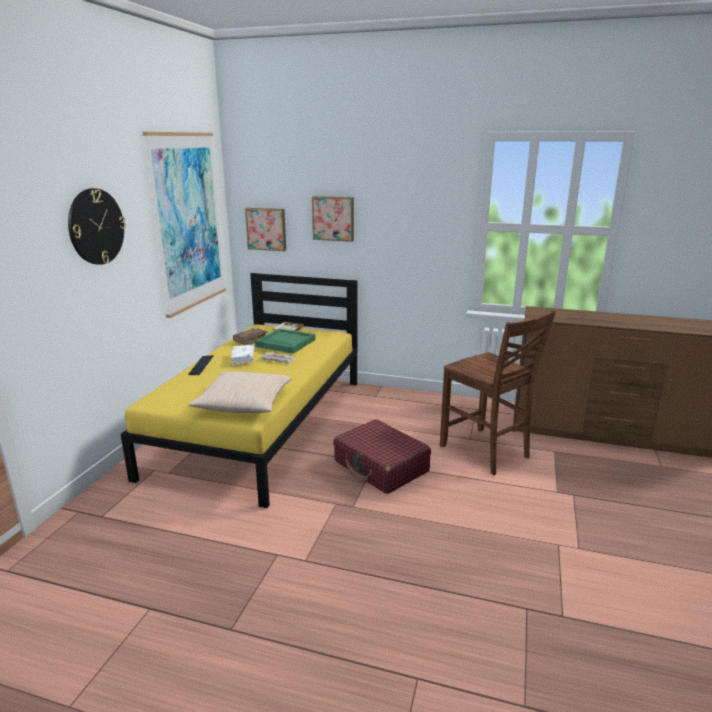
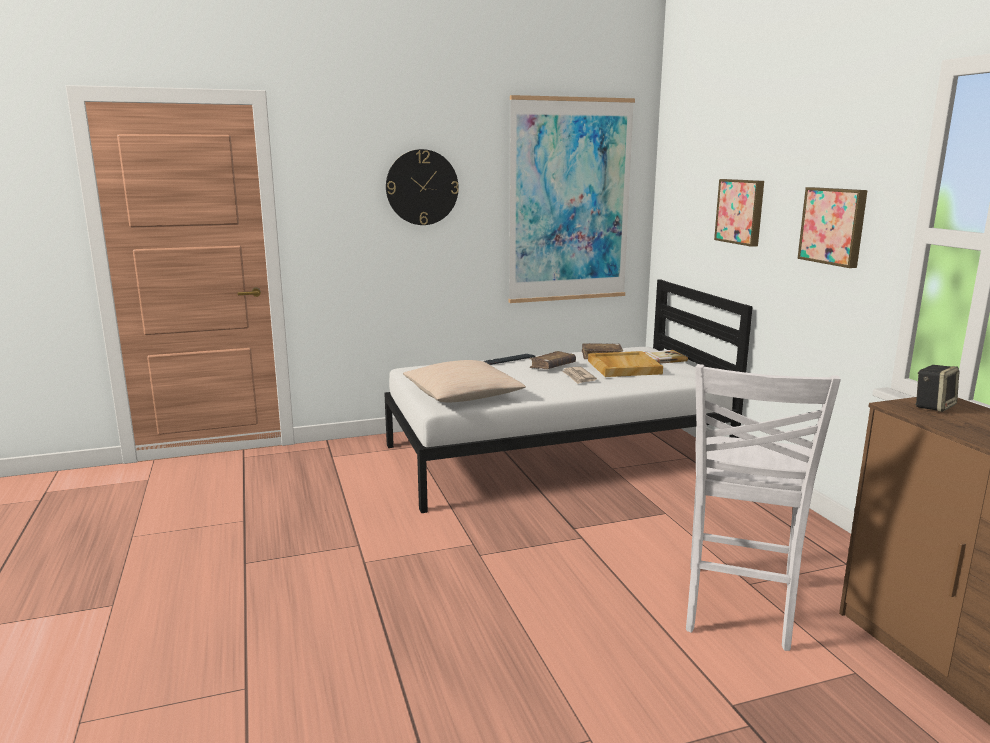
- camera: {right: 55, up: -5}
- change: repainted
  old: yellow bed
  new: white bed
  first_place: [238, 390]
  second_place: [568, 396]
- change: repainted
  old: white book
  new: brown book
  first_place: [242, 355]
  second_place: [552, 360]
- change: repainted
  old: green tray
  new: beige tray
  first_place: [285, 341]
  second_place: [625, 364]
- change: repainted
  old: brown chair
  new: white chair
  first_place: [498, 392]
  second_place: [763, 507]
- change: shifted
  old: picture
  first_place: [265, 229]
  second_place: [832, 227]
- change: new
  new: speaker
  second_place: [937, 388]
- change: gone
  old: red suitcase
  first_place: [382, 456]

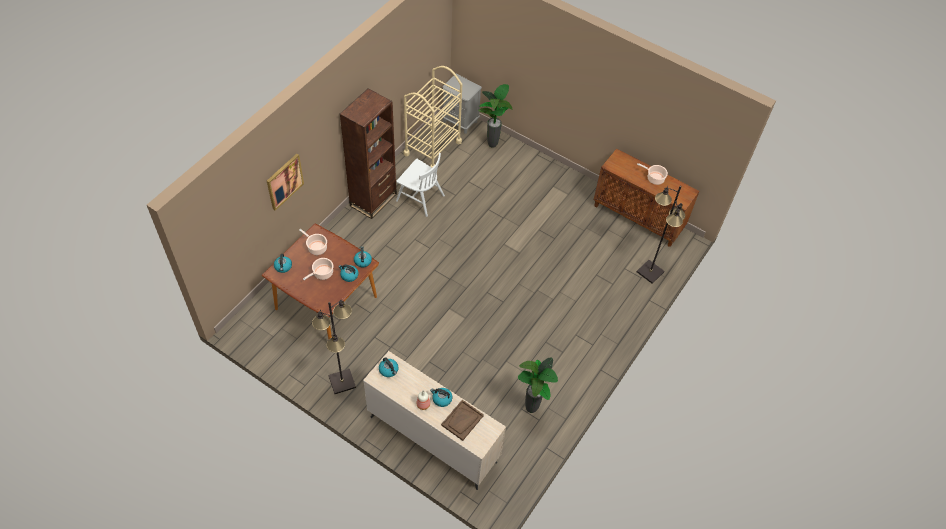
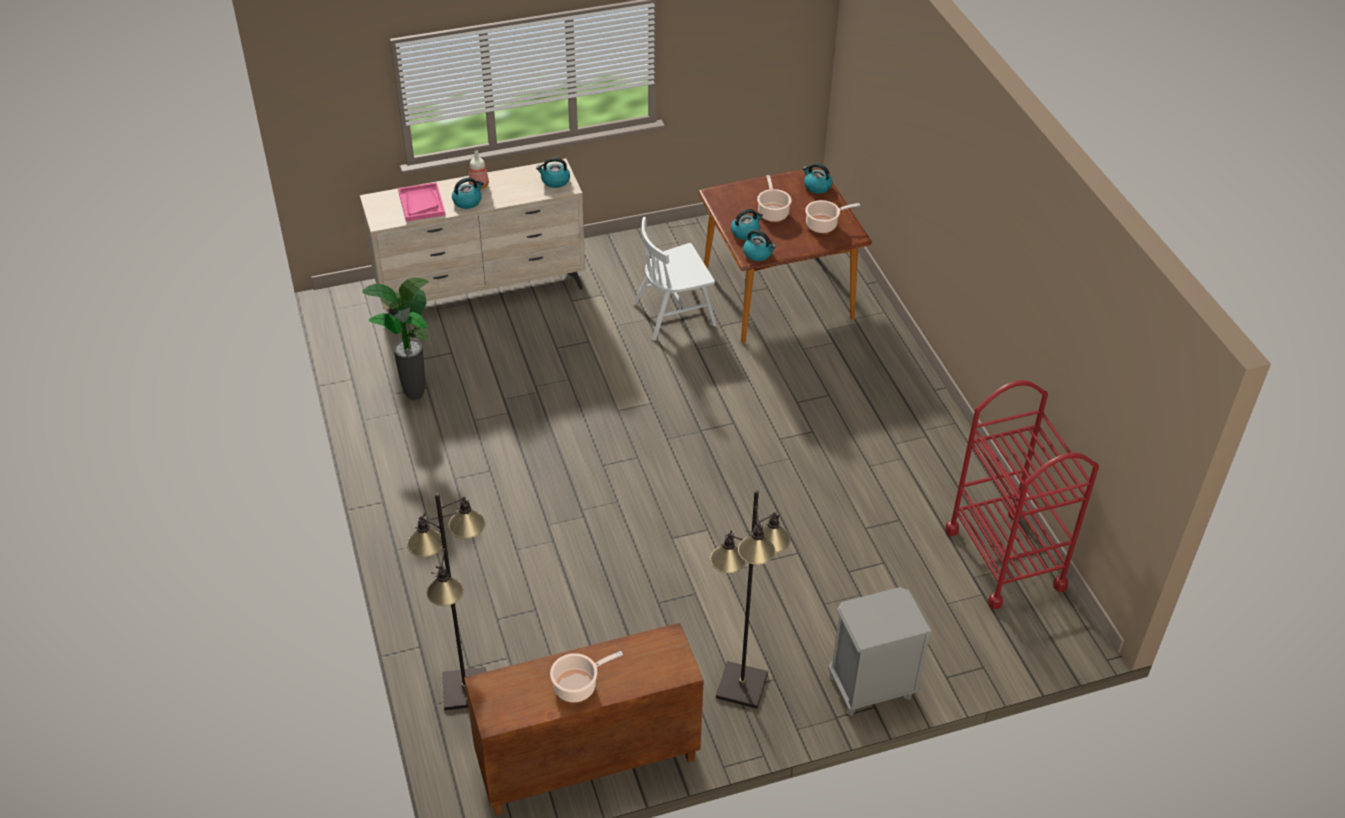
- camera: {right: 130, up: -10}
- change: repainted
  old: brown tray
  new: pink tray
  first_place: [462, 420]
  second_place: [421, 202]
- change: shifted
  old: white chair
  first_place: [420, 185]
  second_place: [674, 278]
- change: shifted
  old: black floor lamp
  first_place: [334, 347]
  second_place: [750, 599]
- change: shifted
  old: grey nightstand
  first_place: [462, 104]
  second_place: [880, 651]
- change: repainted
  old: beige cart
  new: red cart
  first_place: [432, 117]
  second_place: [1022, 494]
- change: gone
  old: picture
  first_place: [285, 182]
- change: gone
  old: brown bookcase
  first_place: [368, 153]
- change: gone
  old: potted plant
  first_place: [495, 116]

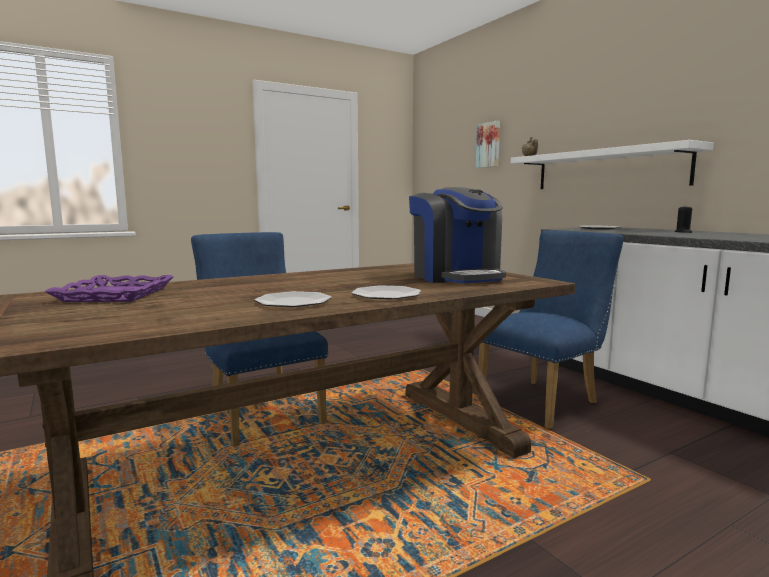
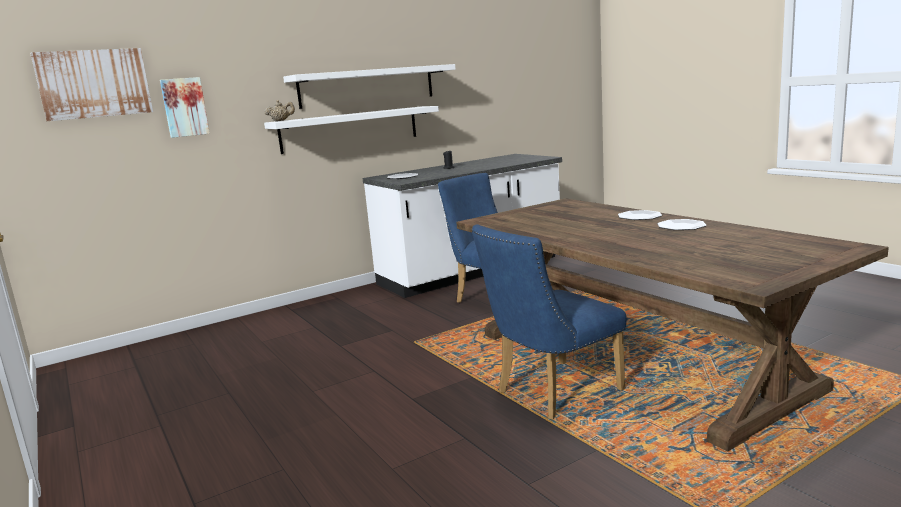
- camera: {right: -90, up: 5}
- change: new
  new: picture
  second_place: [91, 84]
- change: new
  new: white shelf
  second_place: [369, 86]
- change: gone
  old: purple tray
  first_place: [109, 288]
- change: gone
  old: coffee machine
  first_place: [457, 235]

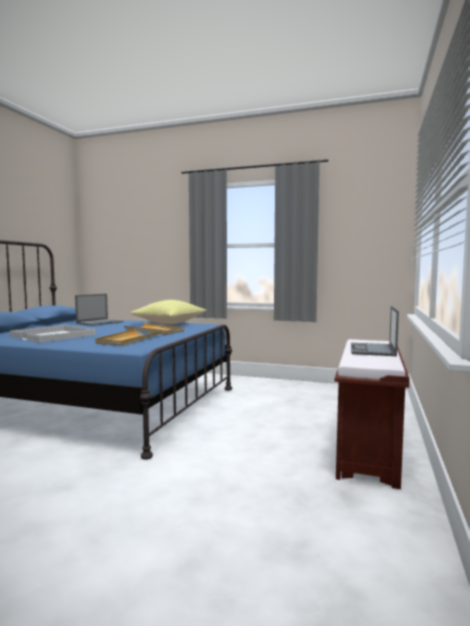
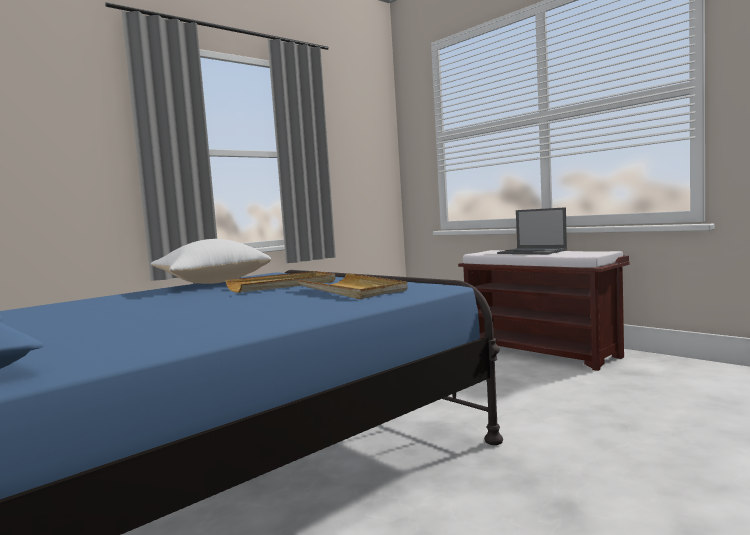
- camera: {right: -60, up: 0}
- change: repainted
  old: yellow pillow
  new: white pillow
  first_place: [168, 312]
  second_place: [211, 261]
- change: gone
  old: white tray
  first_place: [53, 334]
- change: gone
  old: laptop
  first_place: [99, 310]

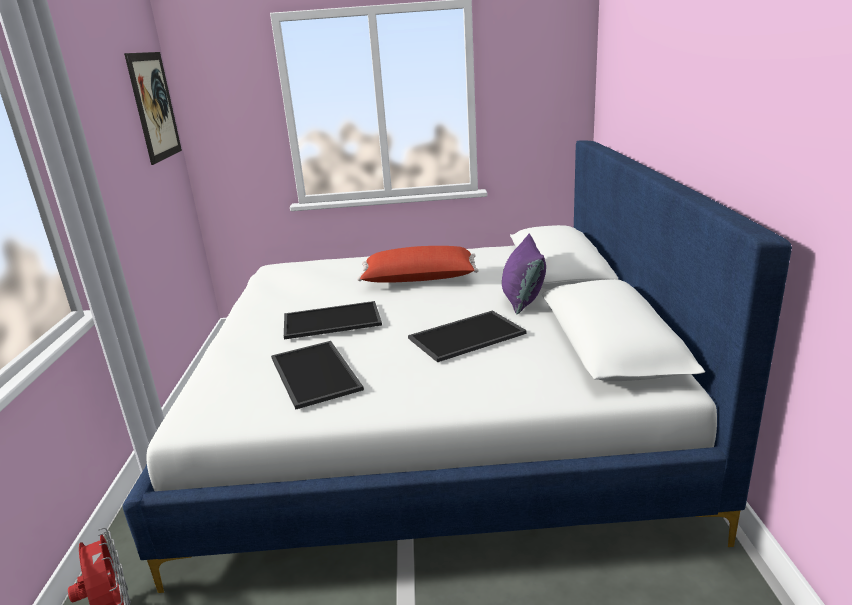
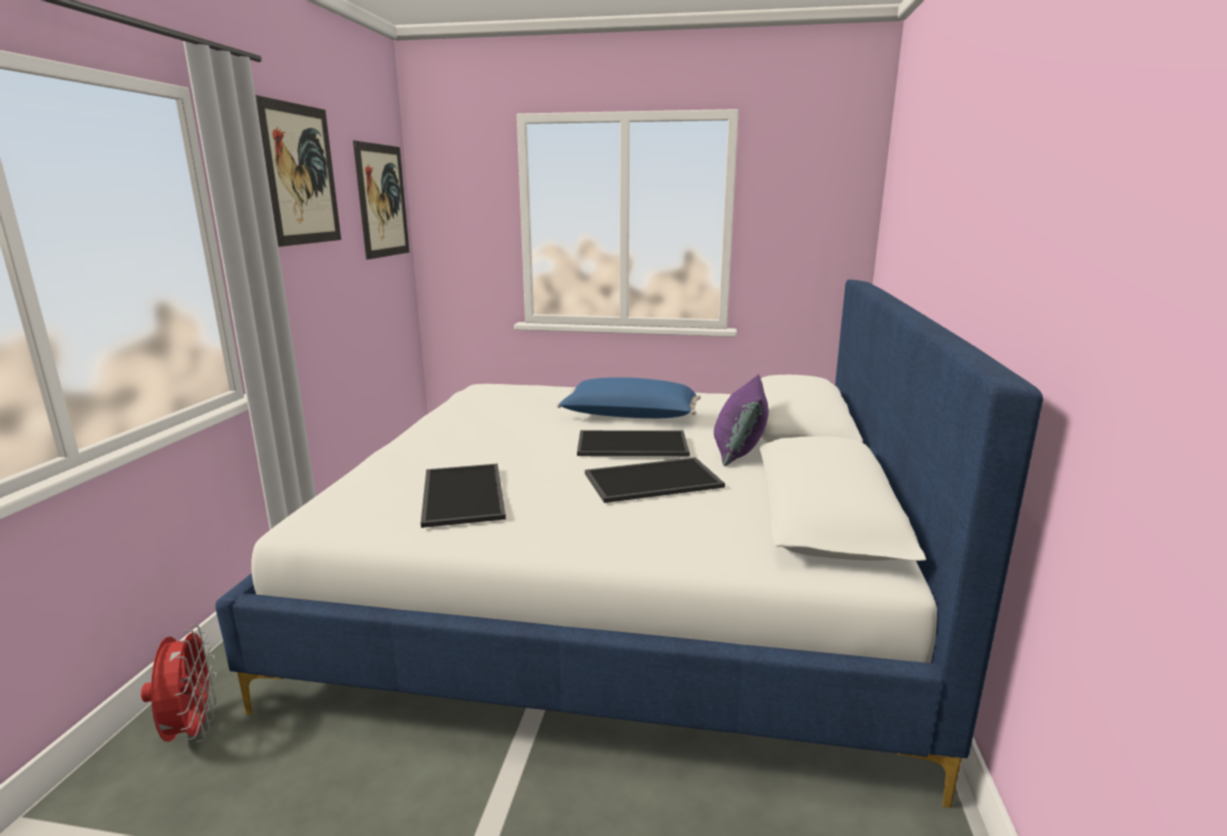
- camera: {right: 10, up: -5}
- change: new
  new: picture
  second_place: [298, 171]
- change: repainted
  old: red pillow
  new: blue pillow
  first_place: [418, 264]
  second_place: [628, 397]
- change: shifted
  old: tray
  first_place: [333, 320]
  second_place: [633, 443]

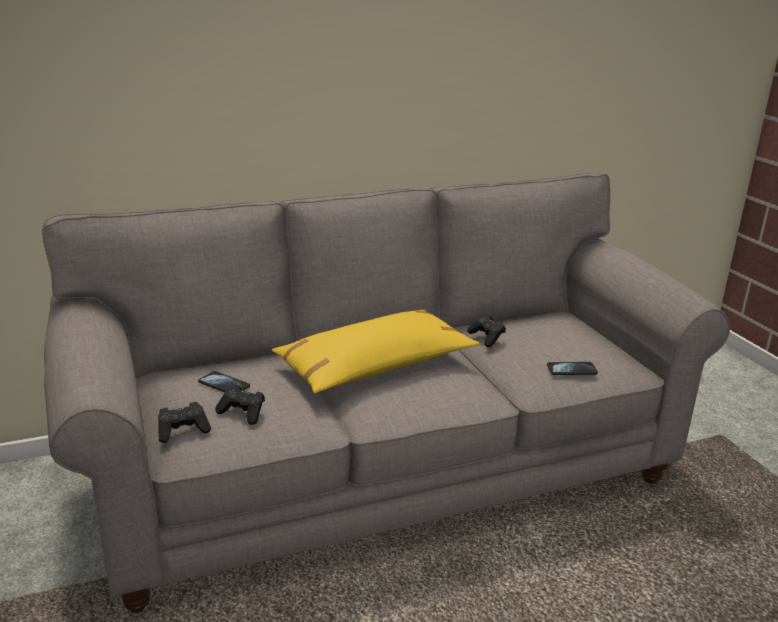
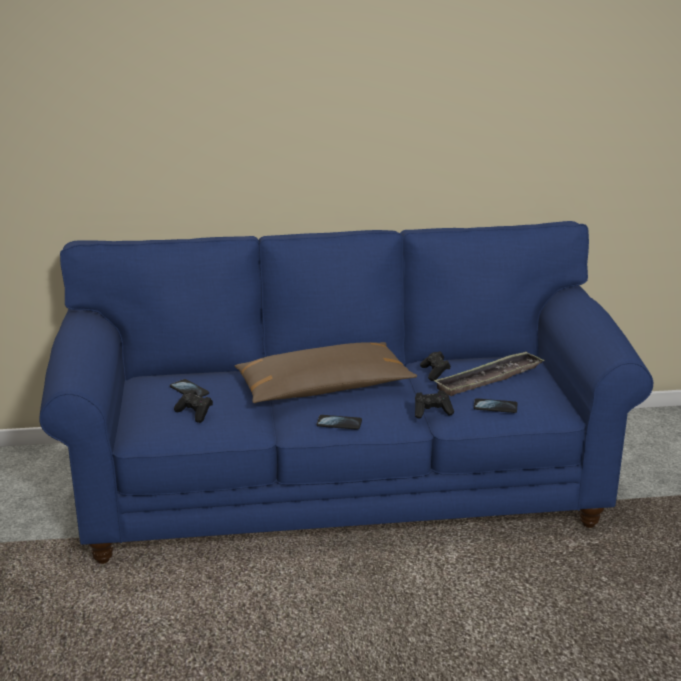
- camera: {right: 15, up: 0}
- change: repainted
  old: grey sofa
  new: blue sofa
  first_place: [386, 393]
  second_place: [346, 392]
- change: repainted
  old: yellow pillow
  new: brown pillow
  first_place: [376, 352]
  second_place: [326, 372]
- change: new
  new: phone
  second_place: [339, 422]
- change: shifted
  old: black game controller
  first_place: [184, 422]
  second_place: [434, 404]
- change: new
  new: tray
  second_place: [489, 373]

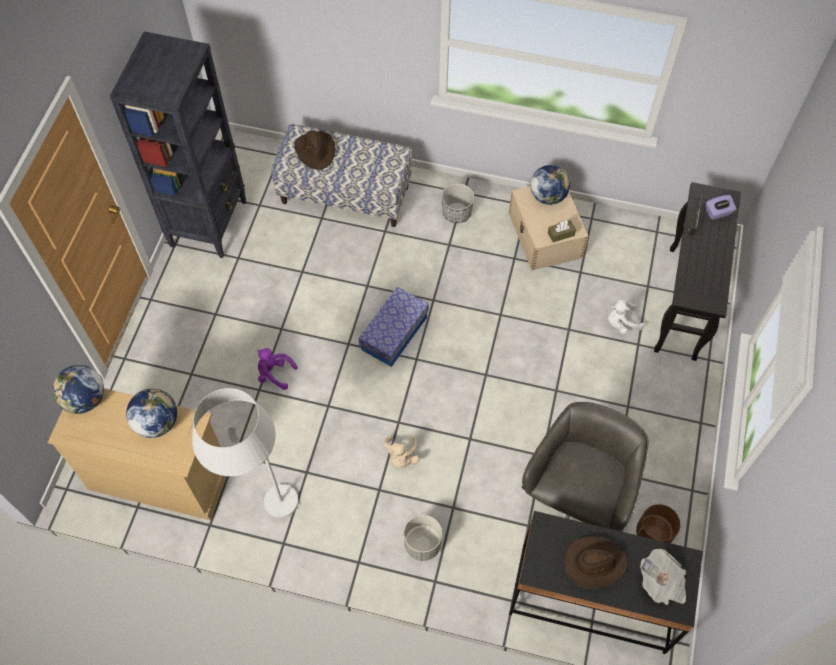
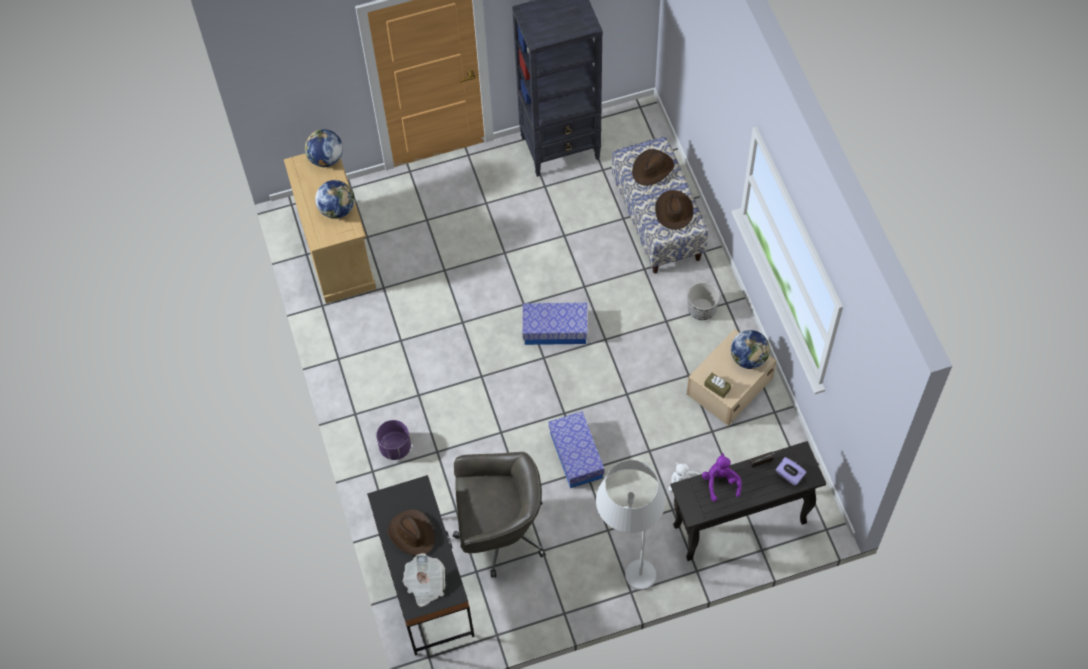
- camera: {right: 60, up: 0}
- change: repainted
  old: grey planter
  new: purple planter
  first_place: [423, 538]
  second_place: [393, 440]
- change: new
  new: storage box
  second_place: [576, 449]
- change: shifted
  old: white floor lamp
  first_place: [245, 453]
  second_place: [630, 525]
- change: new
  new: brown hat
  second_place: [674, 210]
- change: shifted
  old: purple plush toy
  first_place: [277, 369]
  second_place: [722, 477]
- change: gone
  old: beige plush toy
  first_place: [401, 451]
- change: gone
  old: brown planter
  first_place: [658, 523]

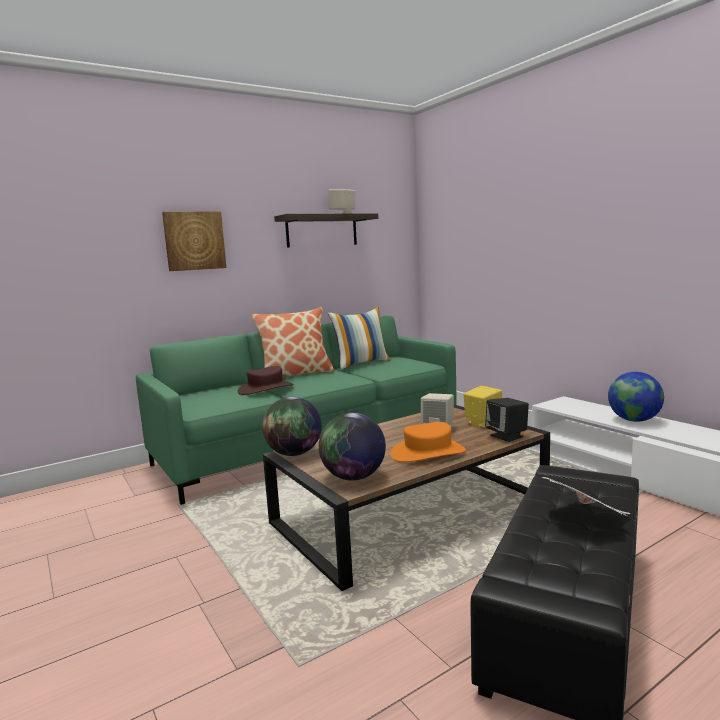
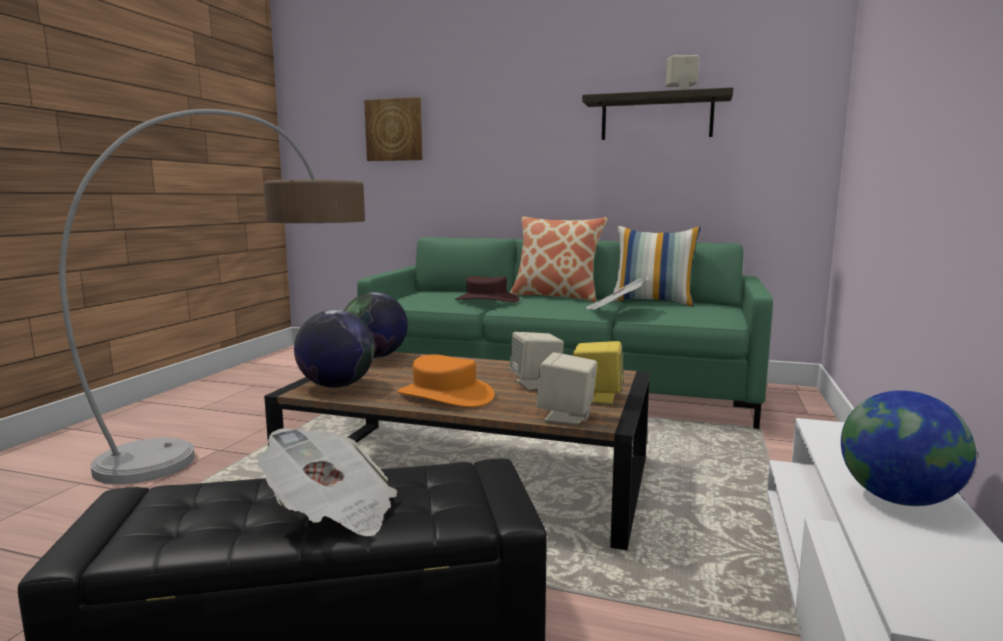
- camera: {right: 50, up: 0}
- change: new
  new: floor lamp
  second_place: [212, 296]
- change: shifted
  old: picture
  first_place: [194, 241]
  second_place: [393, 129]
- change: repainted
  old: black speaker
  new: beige speaker
  first_place: [507, 420]
  second_place: [566, 388]
- change: new
  new: newspaper
  second_place: [617, 293]

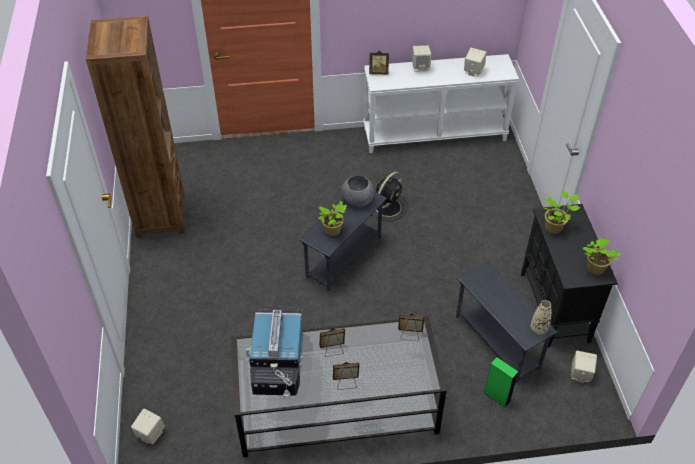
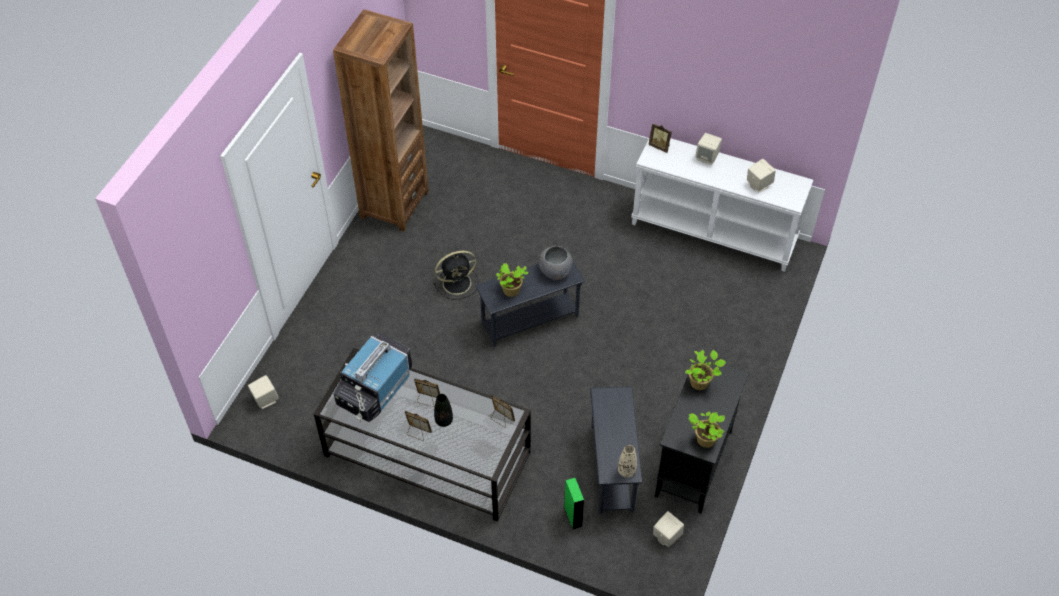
- camera: {right: 30, up: 5}
- change: shifted
  old: black fan
  first_place: [389, 196]
  second_place: [456, 275]
- change: new
  new: black vase
  second_place: [443, 410]

